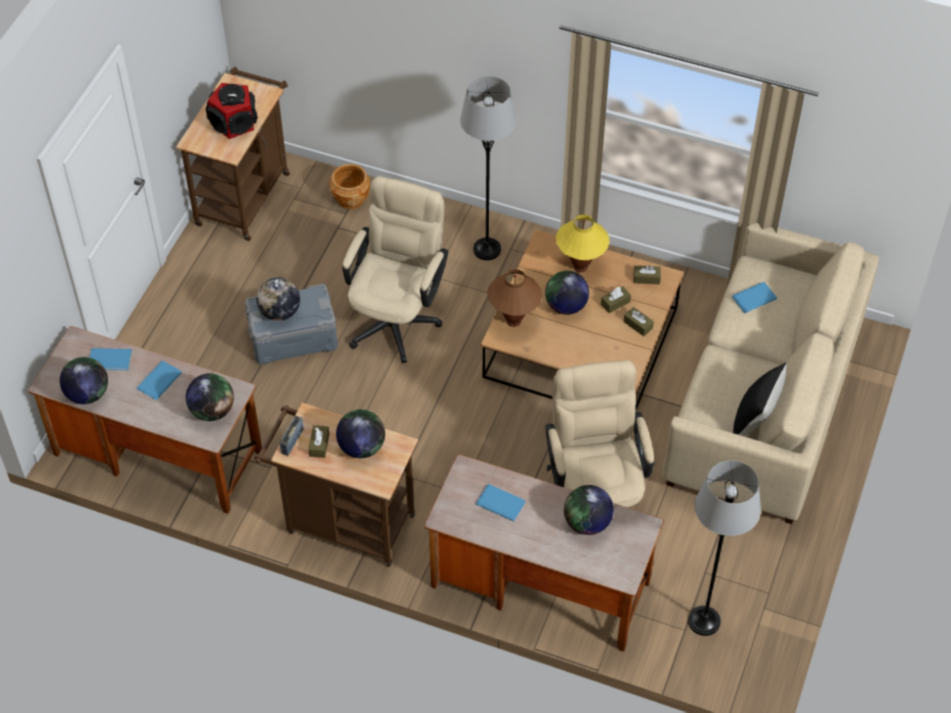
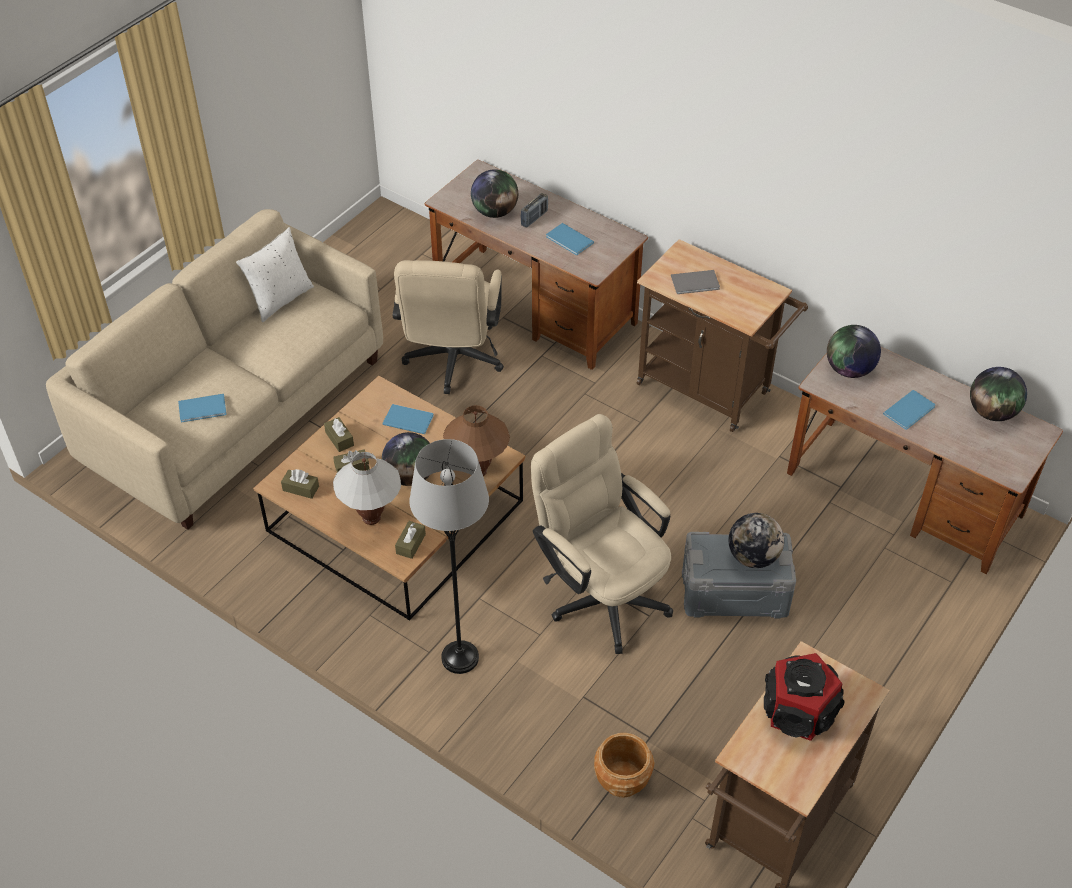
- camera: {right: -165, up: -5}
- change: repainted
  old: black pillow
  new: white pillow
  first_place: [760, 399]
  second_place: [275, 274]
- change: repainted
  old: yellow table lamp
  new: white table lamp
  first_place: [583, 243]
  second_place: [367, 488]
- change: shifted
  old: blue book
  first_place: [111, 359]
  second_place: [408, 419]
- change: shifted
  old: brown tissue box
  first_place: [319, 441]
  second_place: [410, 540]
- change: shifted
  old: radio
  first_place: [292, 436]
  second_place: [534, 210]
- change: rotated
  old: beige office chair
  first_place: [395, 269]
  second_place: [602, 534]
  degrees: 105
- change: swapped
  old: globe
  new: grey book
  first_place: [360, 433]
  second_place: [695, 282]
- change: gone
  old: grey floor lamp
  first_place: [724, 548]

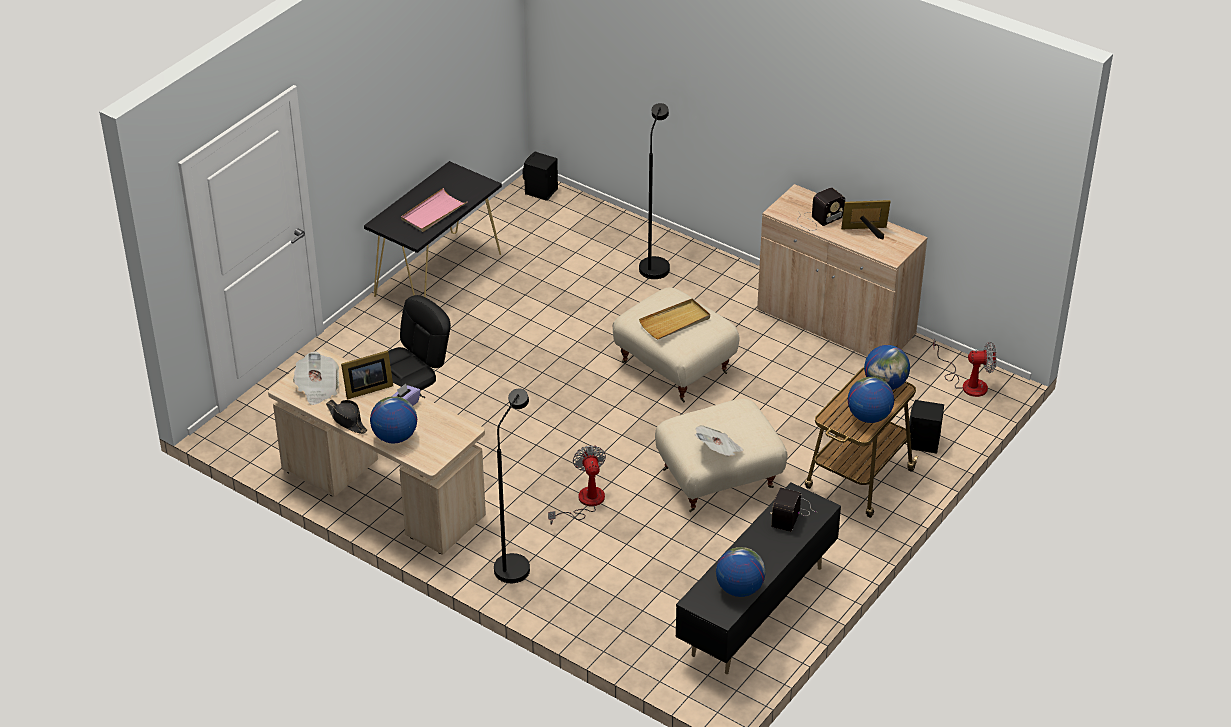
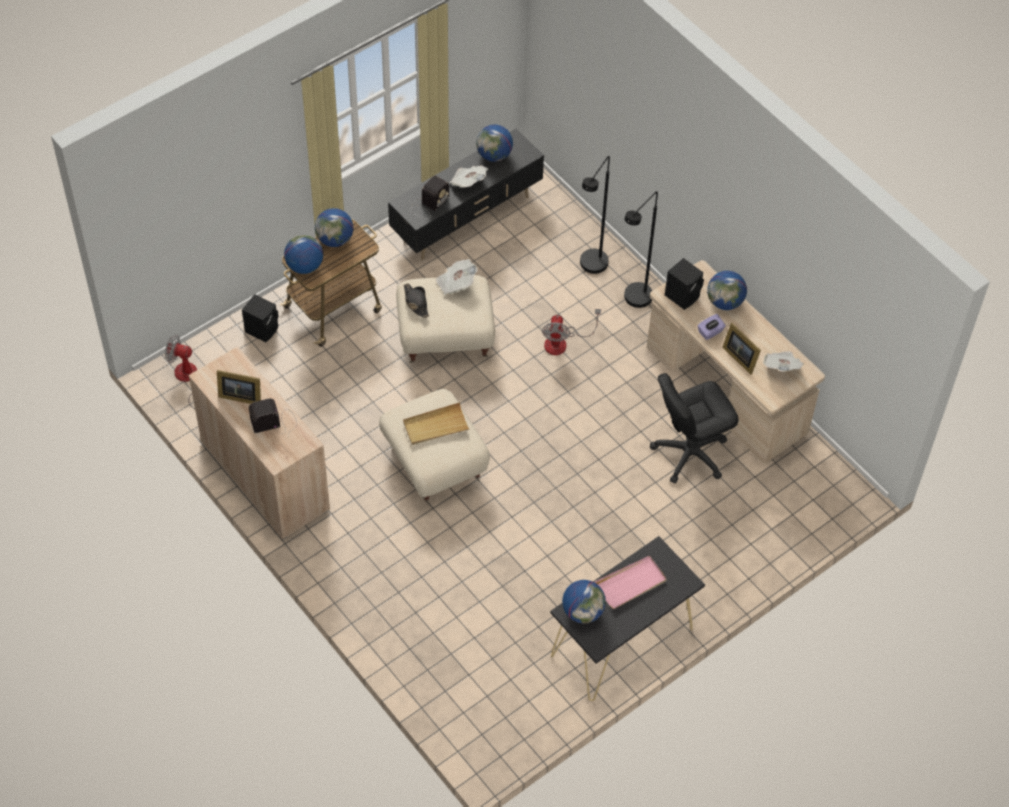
- camera: {right: -165, up: 15}
- change: shifted
  old: black hat
  first_place: [346, 417]
  second_place: [416, 300]
- change: new
  new: newspaper
  second_place: [469, 176]
- change: new
  new: globe
  second_place: [584, 601]
- change: shifted
  old: black floor lamp
  first_place: [654, 191]
  second_place: [595, 215]
- change: shifted
  old: black speaker
  first_place: [540, 176]
  second_place: [684, 284]
- change: rotated
  old: picture frame
  first_place: [367, 374]
  second_place: [741, 349]
  degrees: -120

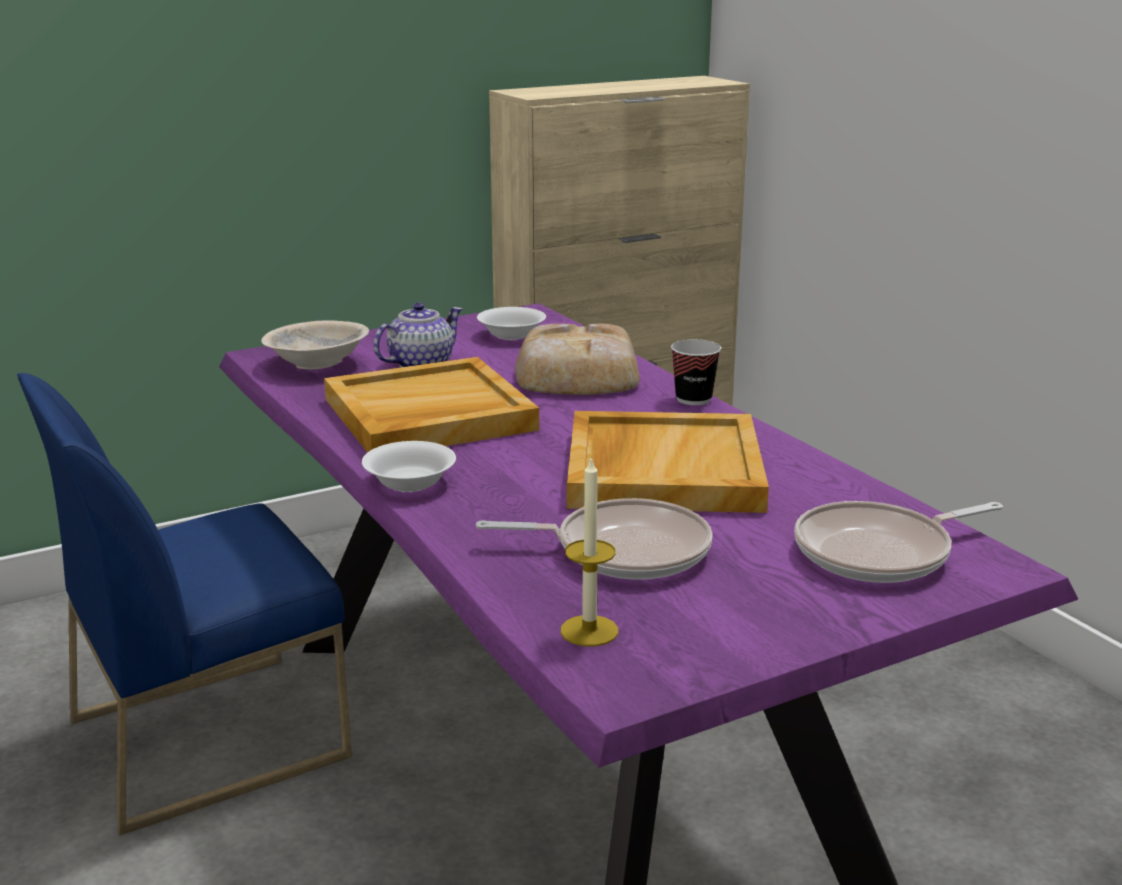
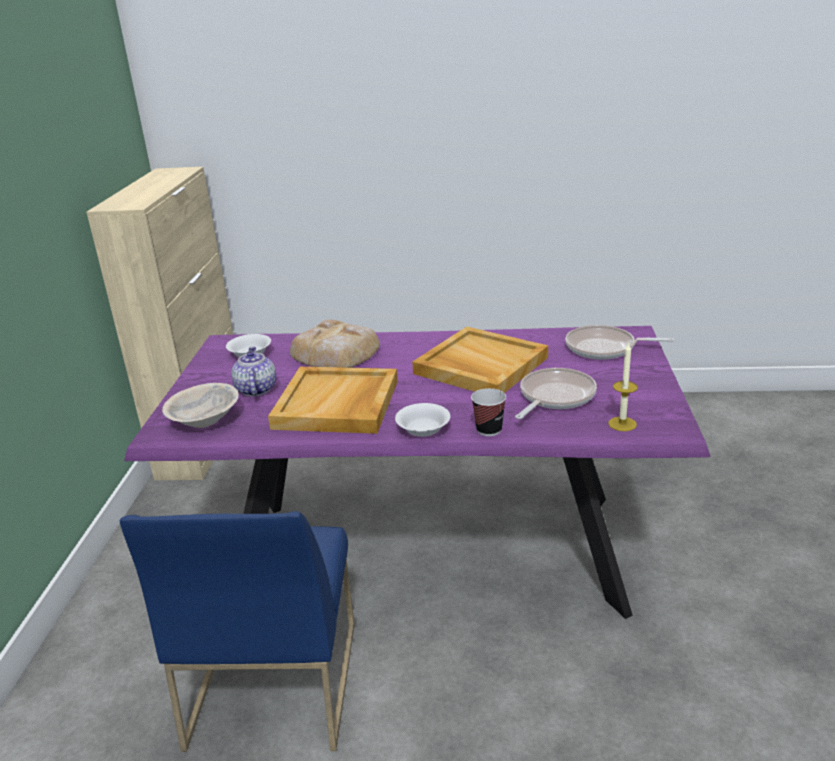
- camera: {right: -55, up: 5}
- change: shifted
  old: cup
  first_place: [696, 372]
  second_place: [488, 412]
- change: rotated
  old: frying pan
  first_place: [898, 542]
  second_place: [620, 342]
  degrees: 90

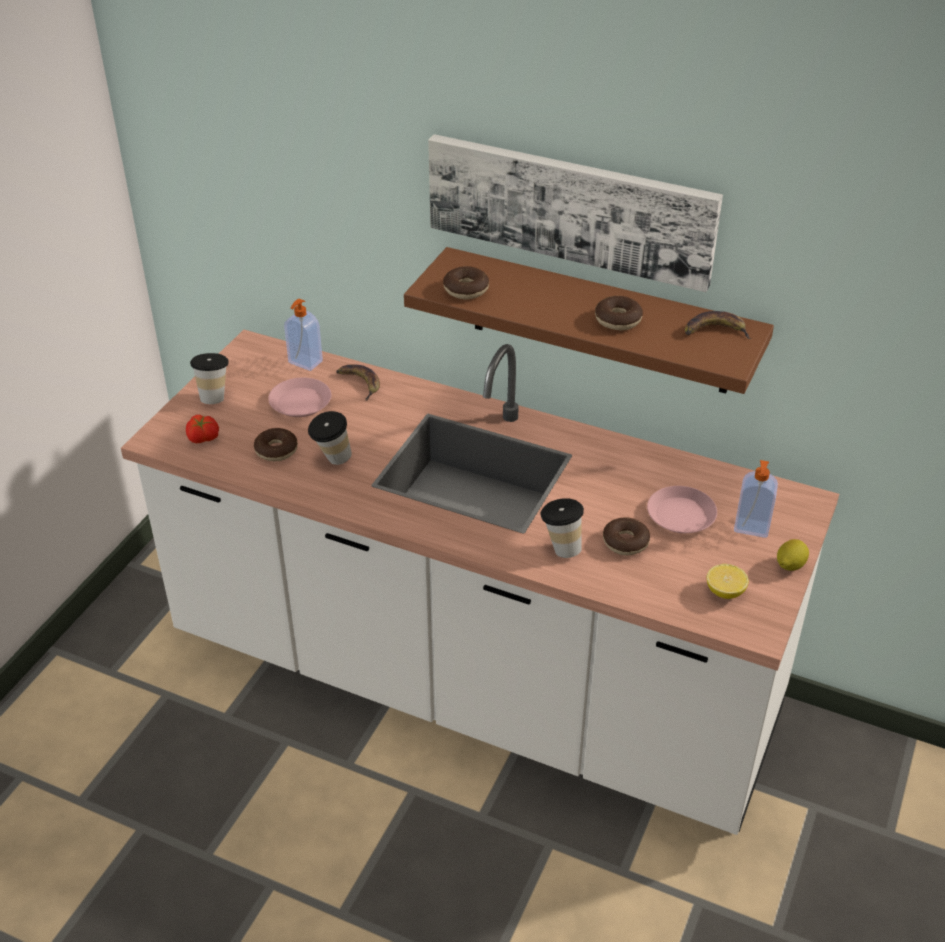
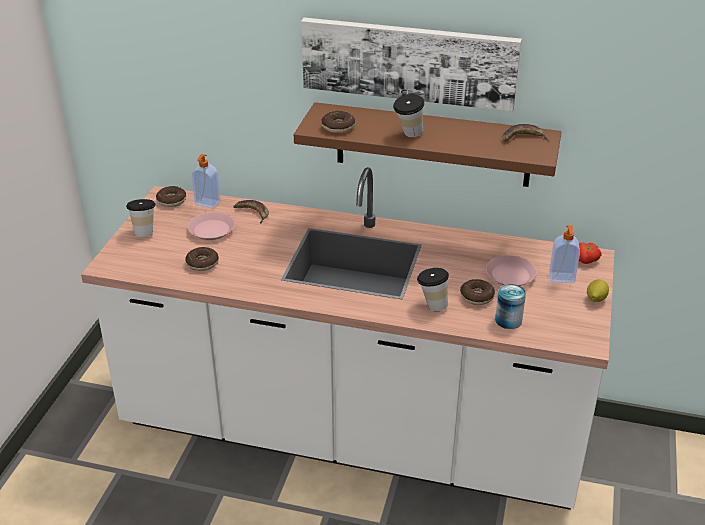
- camera: {right: -10, up: -5}
- change: shifted
  old: donut
  first_place: [619, 313]
  second_place: [171, 196]
- change: shifted
  old: cup
  first_place: [330, 438]
  second_place: [408, 115]
- change: new
  new: can
  second_place: [510, 306]
- change: shifted
  old: tomato
  first_place: [202, 429]
  second_place: [590, 253]
- change: gone
  old: lemon
  first_place: [728, 581]

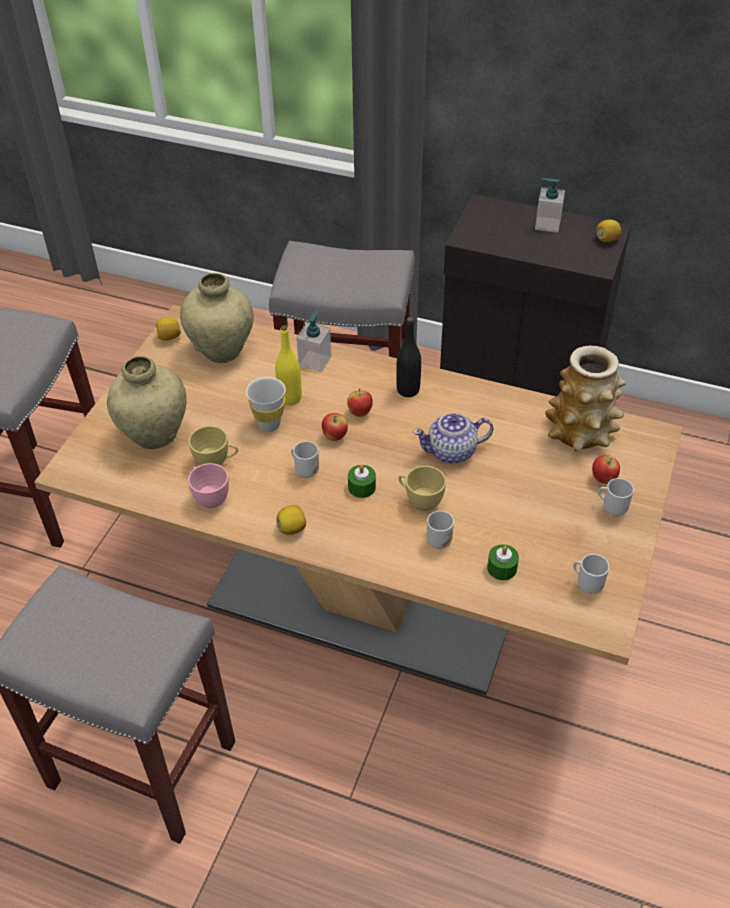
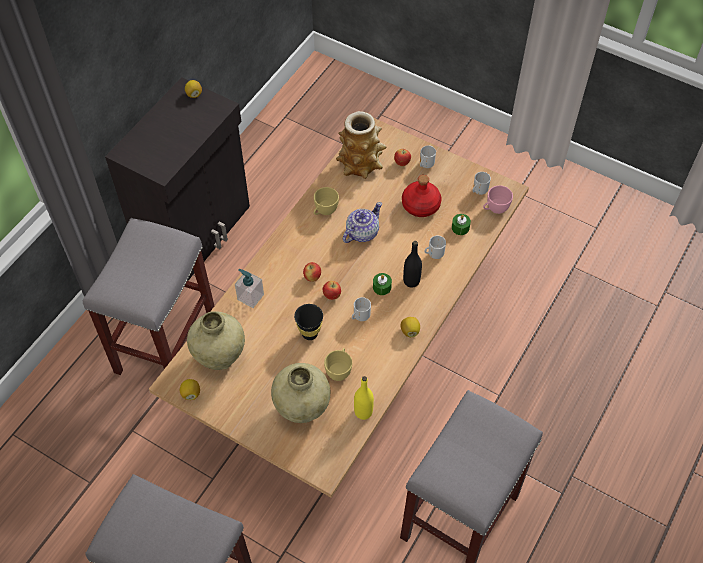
- camera: {right: -80, up: 10}
- change: repainted
  old: white cup
  new: black cup
  first_place: [266, 404]
  second_place: [308, 322]
- change: shifted
  old: yellow cup
  first_place: [422, 488]
  second_place: [326, 201]
- change: rotated
  old: teapot
  first_place: [452, 438]
  second_place: [362, 222]
  degrees: -135
- change: shifted
  old: yellow bottle
  first_place: [288, 365]
  second_place: [364, 398]
- change: new
  new: red bottle
  second_place: [422, 196]
- change: shifted
  old: black bottle
  first_place: [408, 357]
  second_place: [412, 264]
- change: shifted
  old: pink cup
  first_place: [208, 485]
  second_place: [498, 200]
- change: gone
  old: soap dispenser
  first_place: [550, 205]

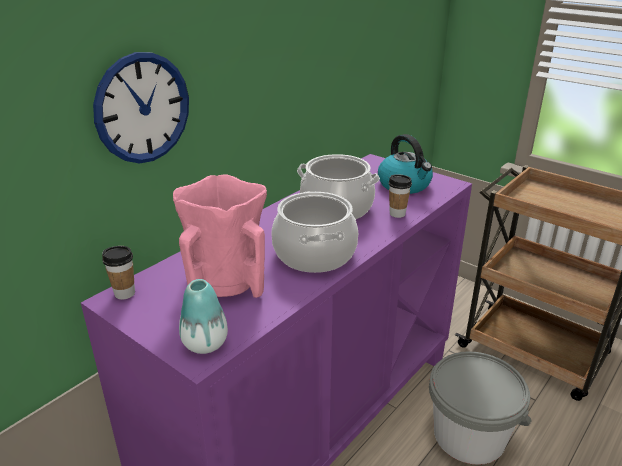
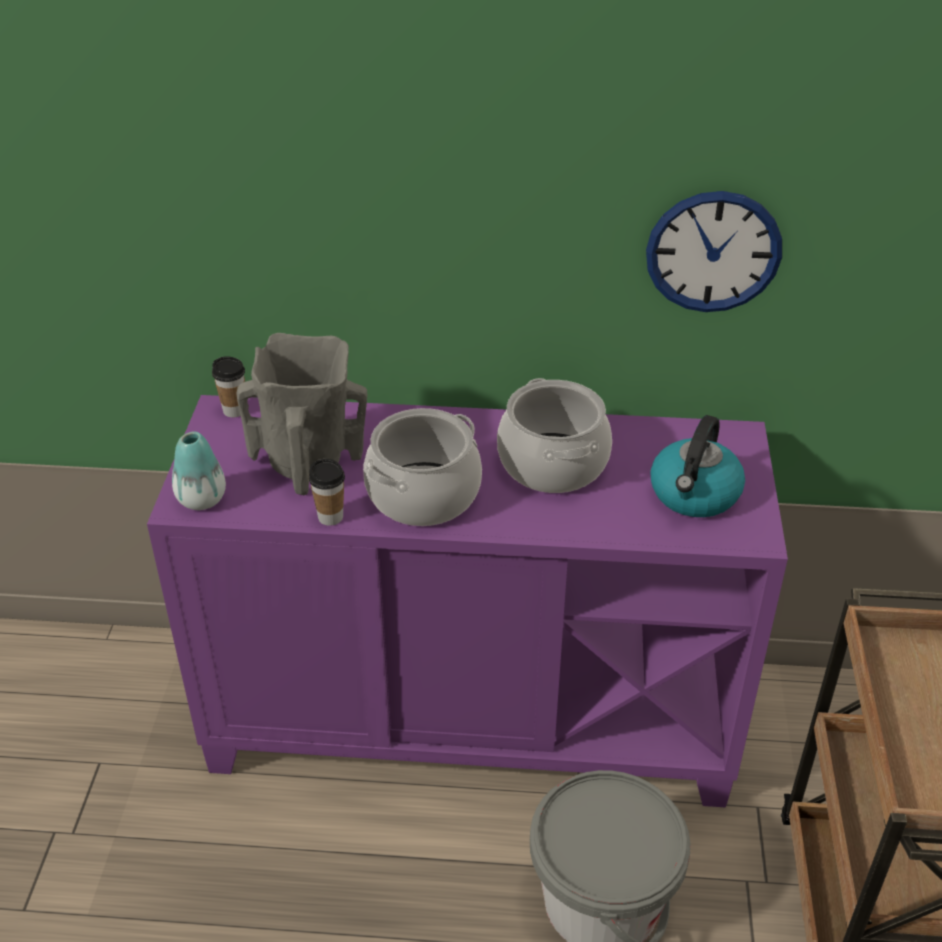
- camera: {right: 55, up: 10}
- change: repainted
  old: pink vase
  new: grey vase
  first_place: [220, 236]
  second_place: [301, 414]
- change: shifted
  old: cup
  first_place: [400, 196]
  second_place: [327, 492]
- change: shifted
  old: wall clock
  first_place: [141, 108]
  second_place: [714, 251]

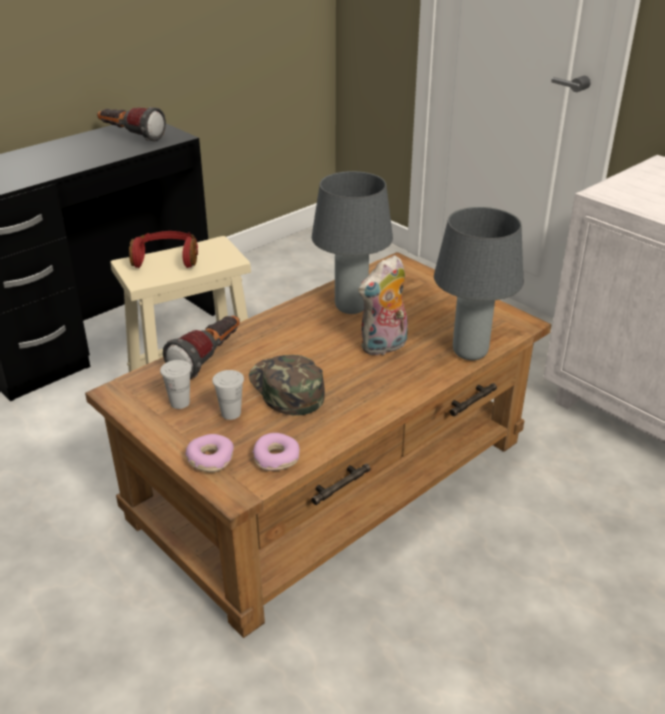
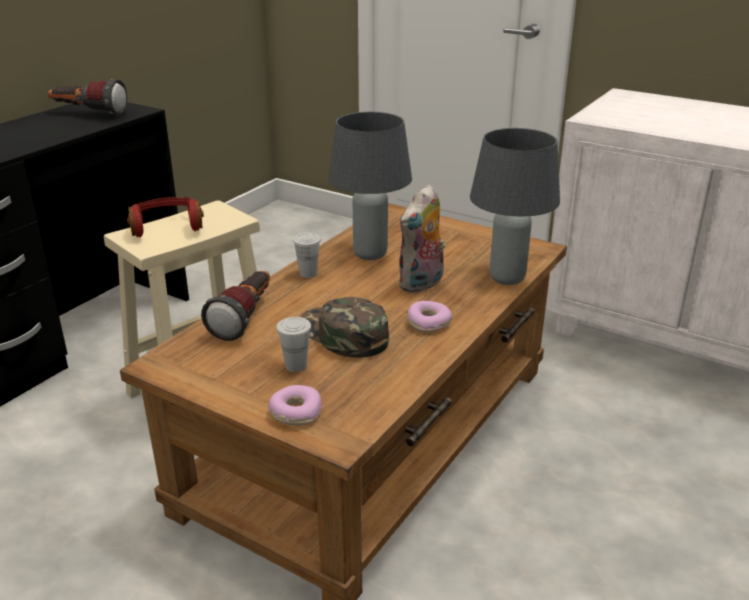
- camera: {right: -15, up: -5}
- change: shifted
  old: white cup
  first_place: [176, 384]
  second_place: [307, 255]
- change: shifted
  old: donut
  first_place: [276, 452]
  second_place: [429, 317]

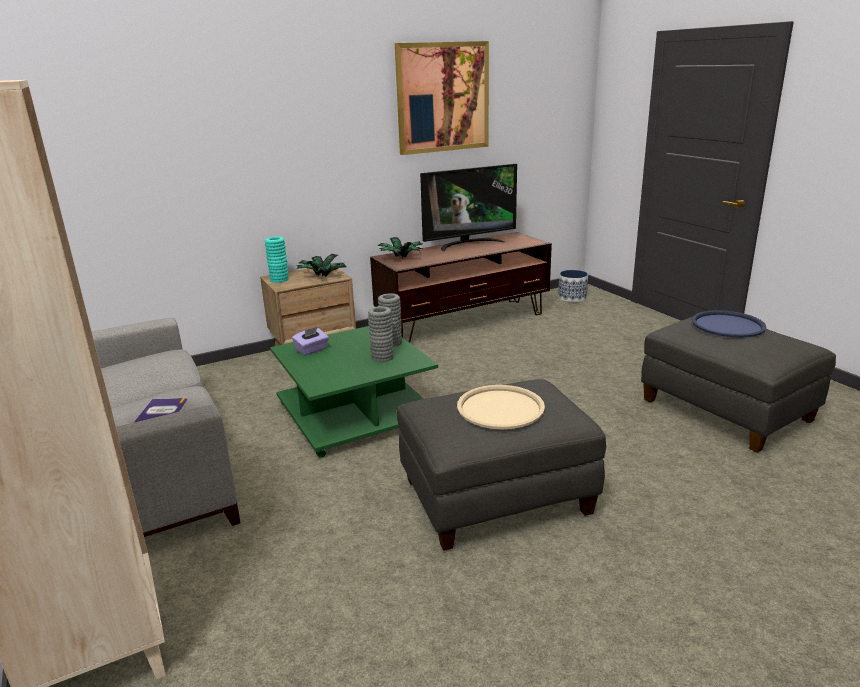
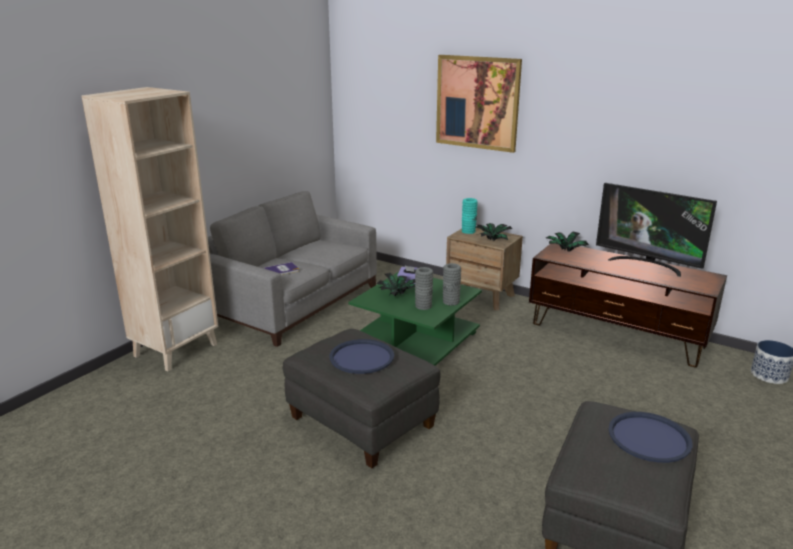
- camera: {right: 60, up: 0}
- change: repainted
  old: beige tray
  new: blue tray
  first_place: [501, 407]
  second_place: [362, 356]
- change: new
  new: potted plant
  second_place: [395, 285]
- change: shifted
  old: picture
  first_place: [442, 98]
  second_place: [479, 104]

